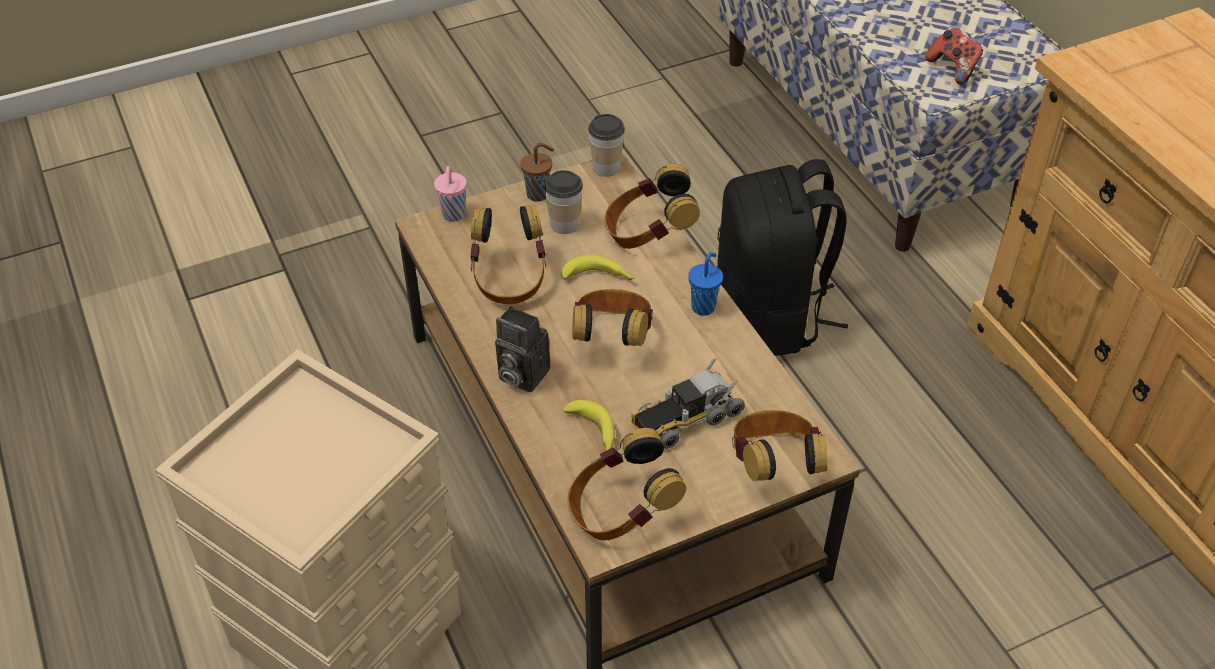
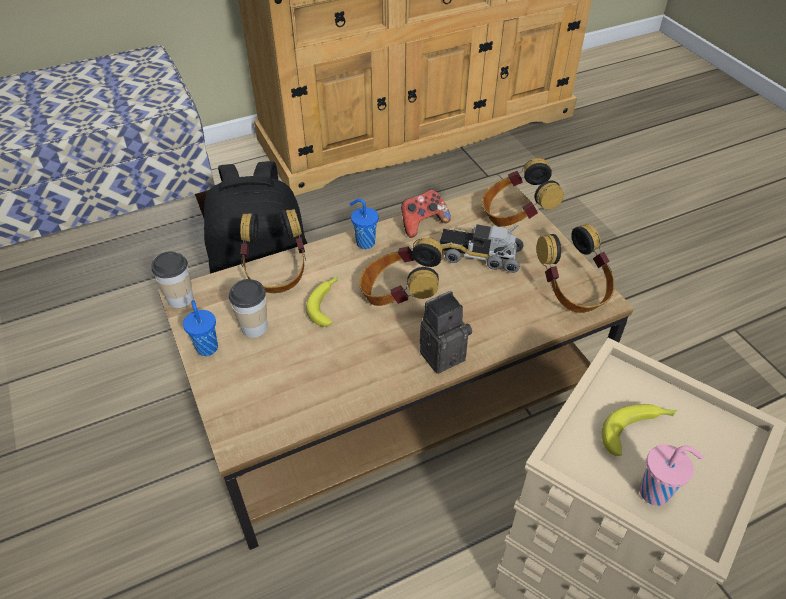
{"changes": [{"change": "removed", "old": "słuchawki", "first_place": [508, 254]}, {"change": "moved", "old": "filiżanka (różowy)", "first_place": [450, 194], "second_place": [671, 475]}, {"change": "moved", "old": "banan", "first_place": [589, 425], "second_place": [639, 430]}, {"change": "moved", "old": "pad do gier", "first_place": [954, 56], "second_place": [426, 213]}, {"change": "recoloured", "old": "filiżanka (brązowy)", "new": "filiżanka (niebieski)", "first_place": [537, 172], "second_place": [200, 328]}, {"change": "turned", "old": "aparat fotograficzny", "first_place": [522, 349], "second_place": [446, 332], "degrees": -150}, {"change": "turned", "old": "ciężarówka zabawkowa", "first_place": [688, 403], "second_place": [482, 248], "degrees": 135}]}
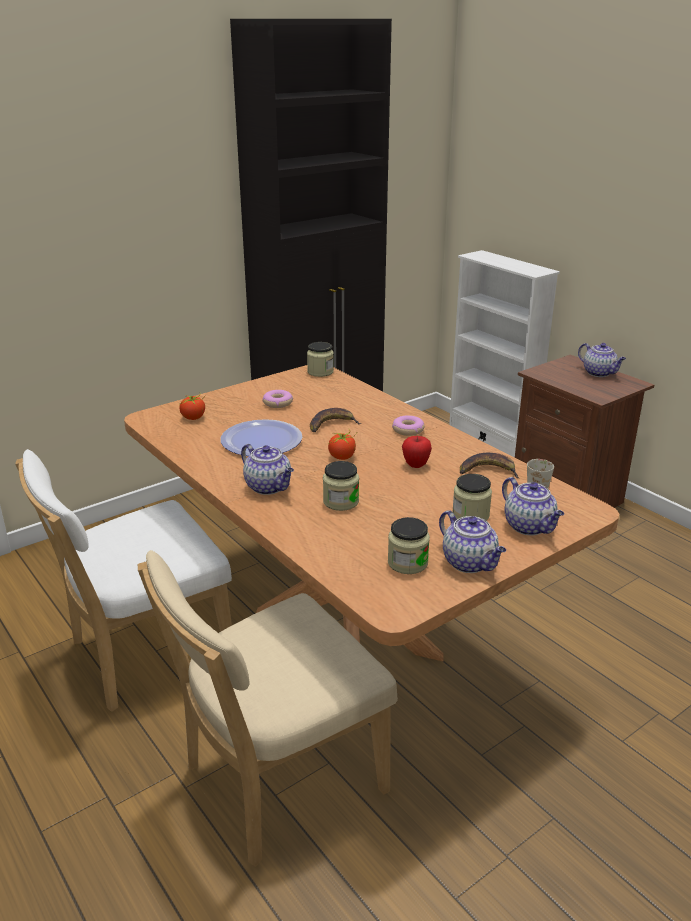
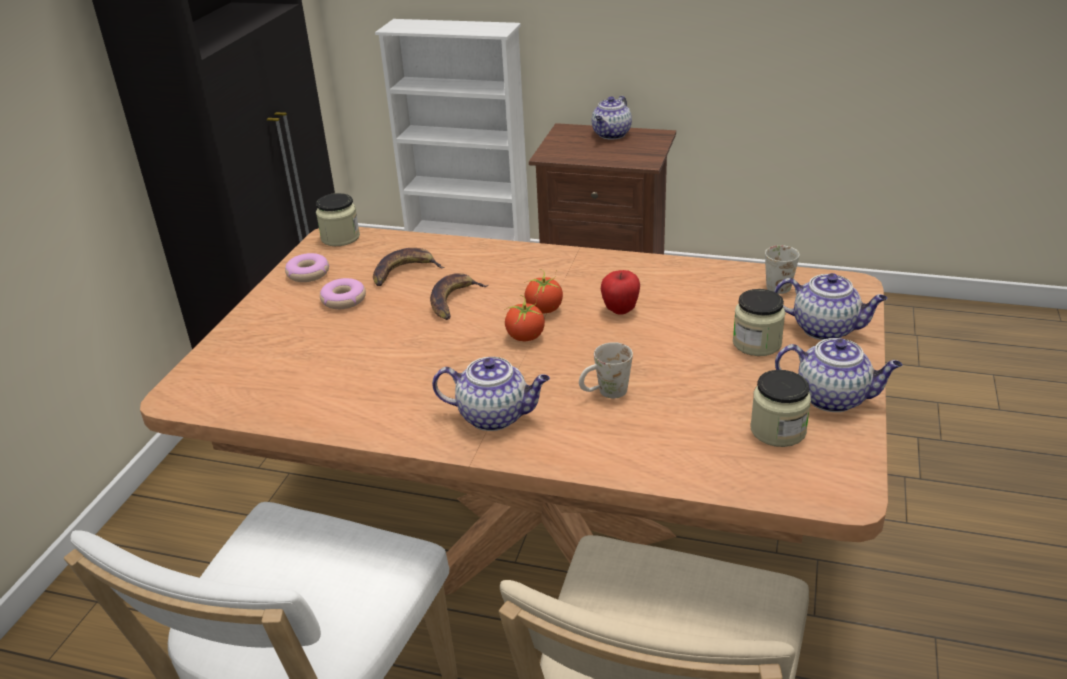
{"changes": [{"change": "removed", "old": "talerz", "first_place": [261, 437]}, {"change": "moved", "old": "pomidor", "first_place": [192, 406], "second_place": [543, 291]}, {"change": "moved", "old": "donut", "first_place": [408, 425], "second_place": [307, 267]}, {"change": "moved", "old": "banan", "first_place": [489, 465], "second_place": [409, 267]}, {"change": "replaced", "old": "słoik", "new": "kubek (biały)", "first_place": [341, 486], "second_place": [606, 370]}, {"change": "turned", "old": "imbryk", "first_place": [602, 360], "second_place": [612, 117], "degrees": 105}]}
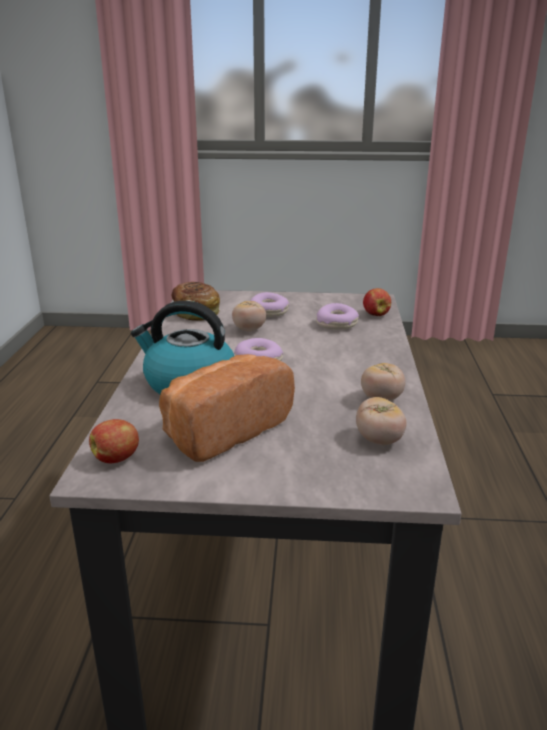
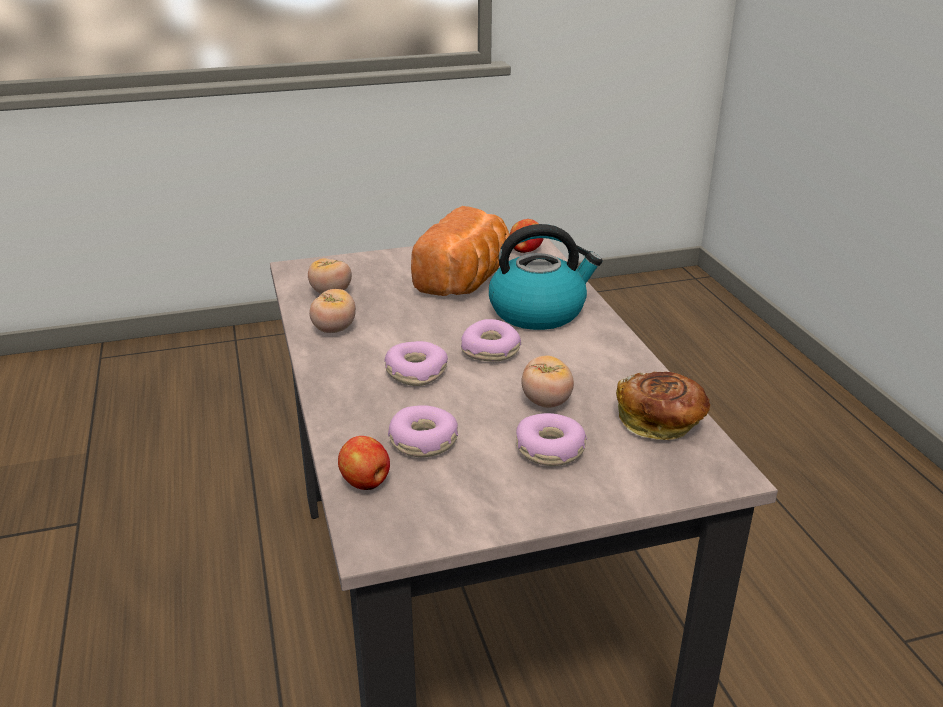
{"changes": [{"change": "added", "new": "donut", "second_place": [416, 363]}]}
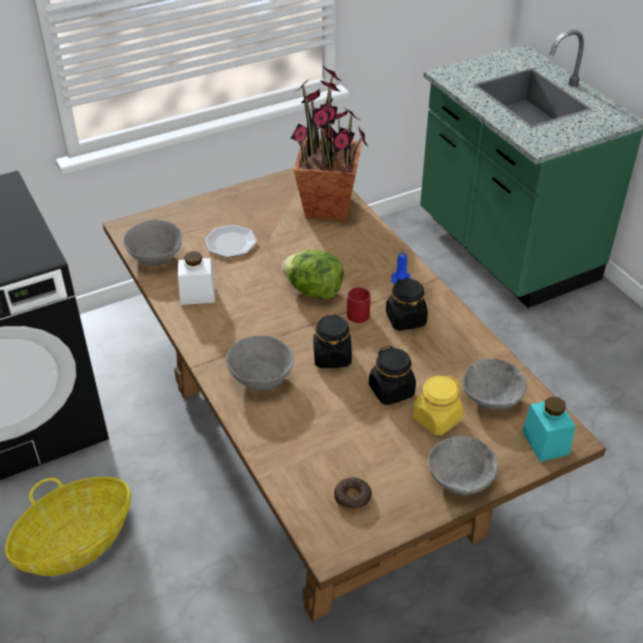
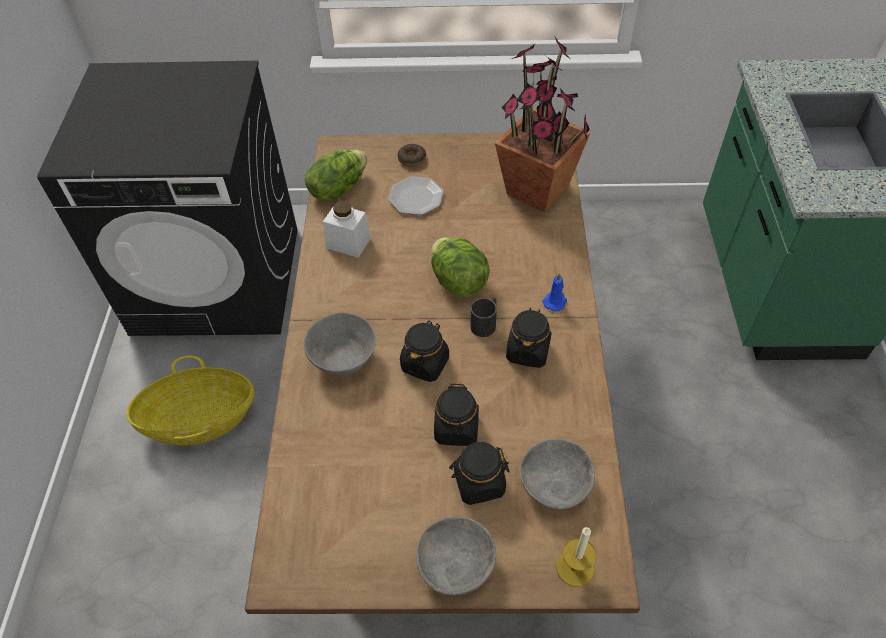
{"changes": [{"change": "moved", "old": "donut", "first_place": [353, 494], "second_place": [412, 155]}, {"change": "replaced", "old": "miska (szary)", "new": "sałata", "first_place": [152, 243], "second_place": [336, 175]}, {"change": "replaced", "old": "słoik (turkusowy)", "new": "świeca", "first_place": [548, 429], "second_place": [576, 557]}, {"change": "recoloured", "old": "kubek (czerwony)", "new": "kubek (czarny)", "first_place": [359, 304], "second_place": [484, 317]}, {"change": "recoloured", "old": "słoik (żółty)", "new": "słoik (czarny)", "first_place": [438, 405], "second_place": [479, 473]}]}
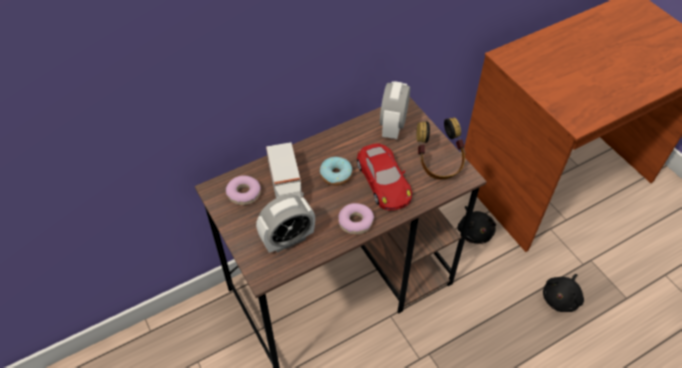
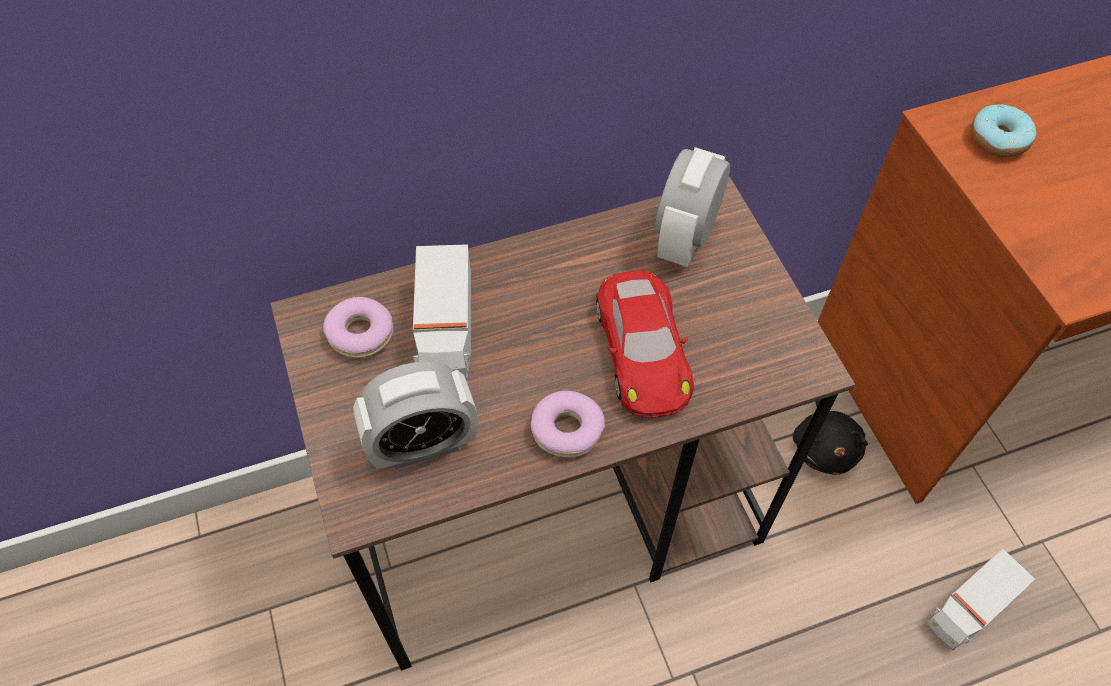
{"changes": [{"change": "removed", "old": "słuchawki", "first_place": [441, 149]}, {"change": "moved", "old": "donut", "first_place": [336, 171], "second_place": [1004, 131]}, {"change": "replaced", "old": "pluszak (czarny)", "new": "ciężarówka zabawkowa", "first_place": [563, 293], "second_place": [980, 599]}]}
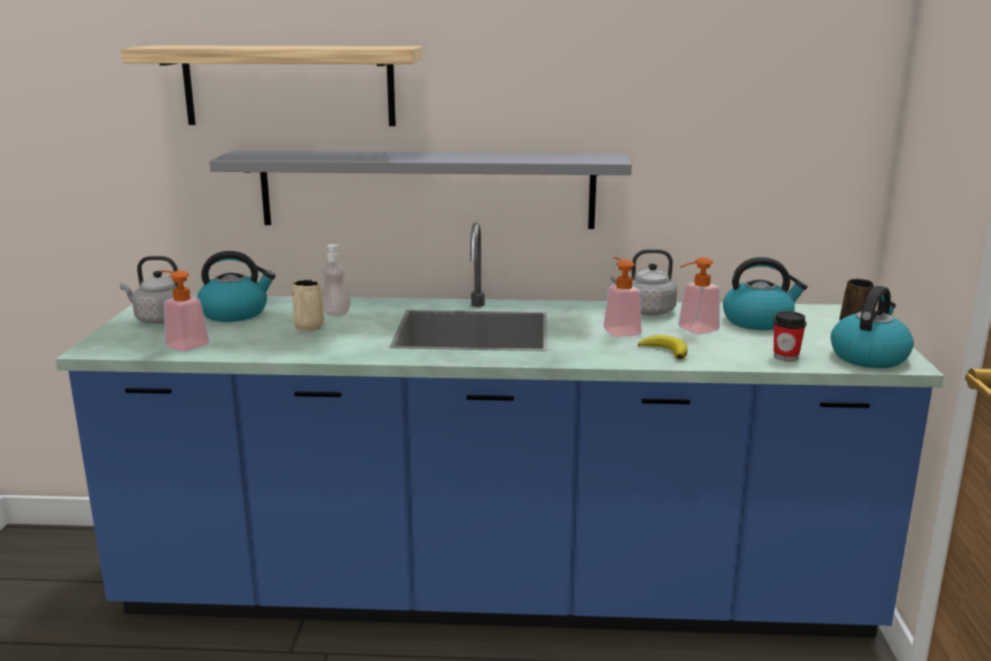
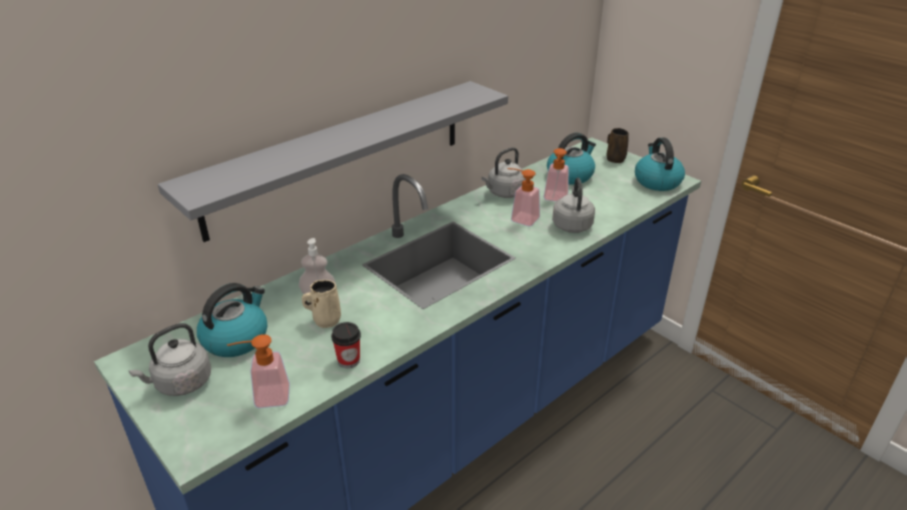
{"changes": [{"change": "removed", "old": "półka", "first_place": [272, 85]}, {"change": "moved", "old": "filiżanka", "first_place": [789, 336], "second_place": [346, 345]}, {"change": "replaced", "old": "banan", "new": "czajnik (szary)", "first_place": [663, 347], "second_place": [573, 205]}]}
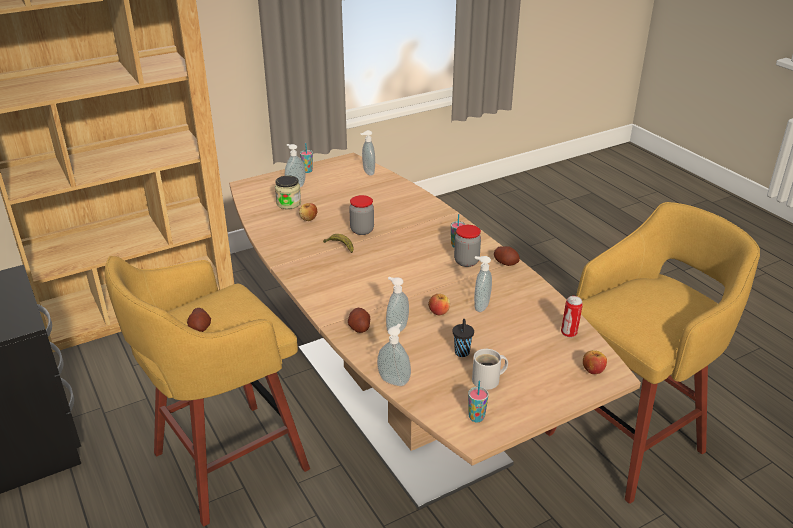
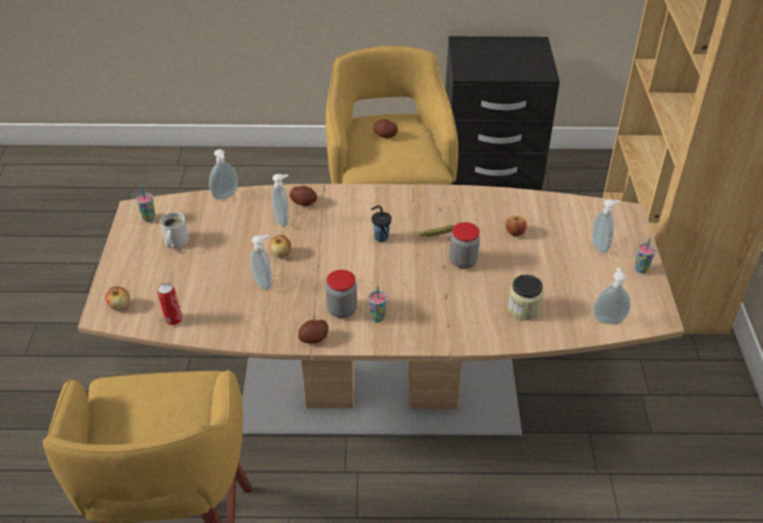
{"changes": [{"change": "moved", "old": "słoik", "first_place": [288, 192], "second_place": [526, 297]}, {"change": "moved", "old": "filiżanka (czarny)", "first_place": [463, 338], "second_place": [381, 223]}]}
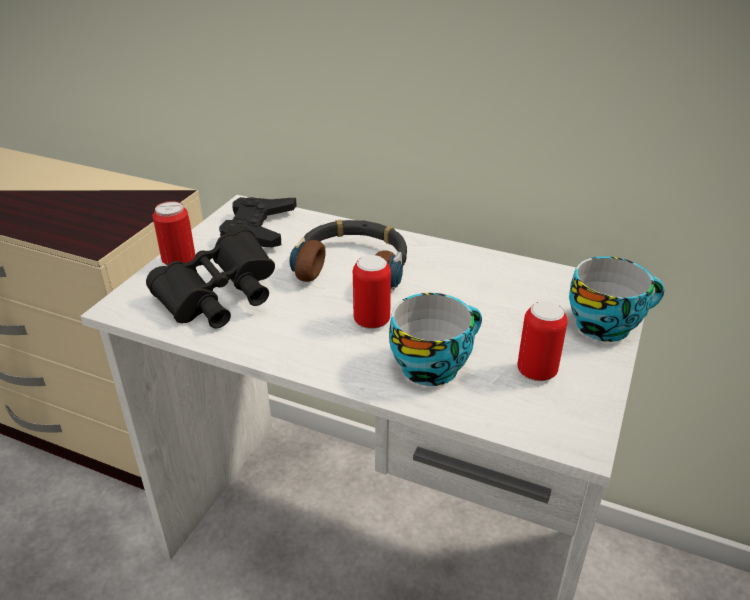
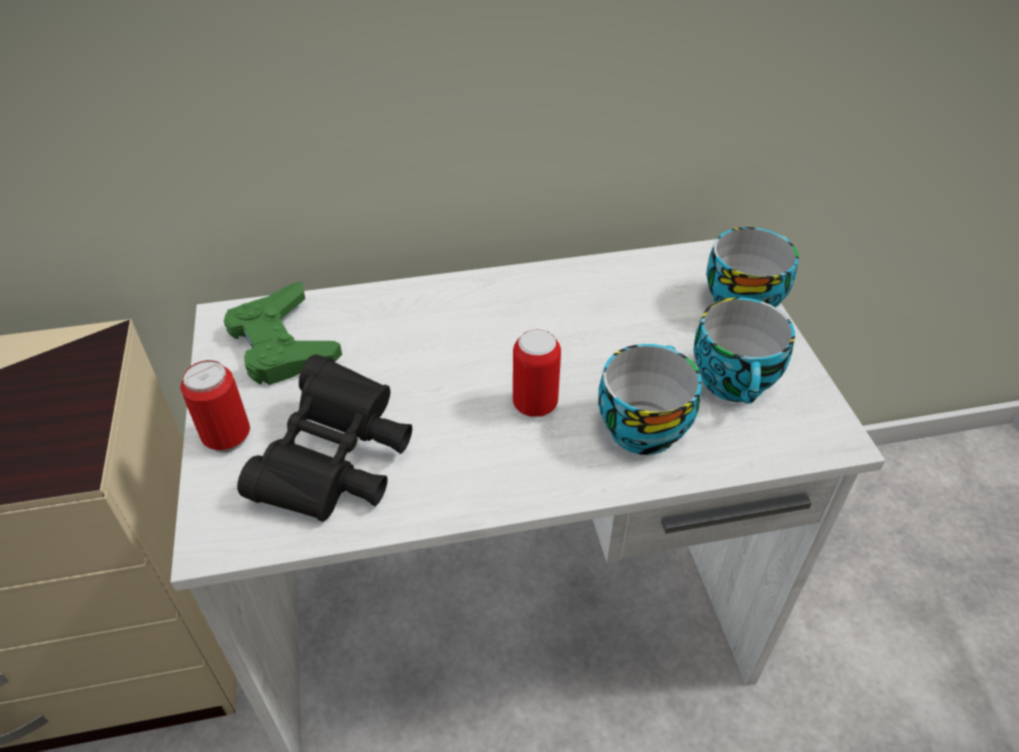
{"changes": [{"change": "removed", "old": "słuchawki", "first_place": [348, 255]}, {"change": "replaced", "old": "puszka", "new": "filiżanka", "first_place": [542, 341], "second_place": [744, 350]}, {"change": "recoloured", "old": "pad do gier (czarny)", "new": "pad do gier (zielony)", "first_place": [258, 222], "second_place": [283, 333]}]}
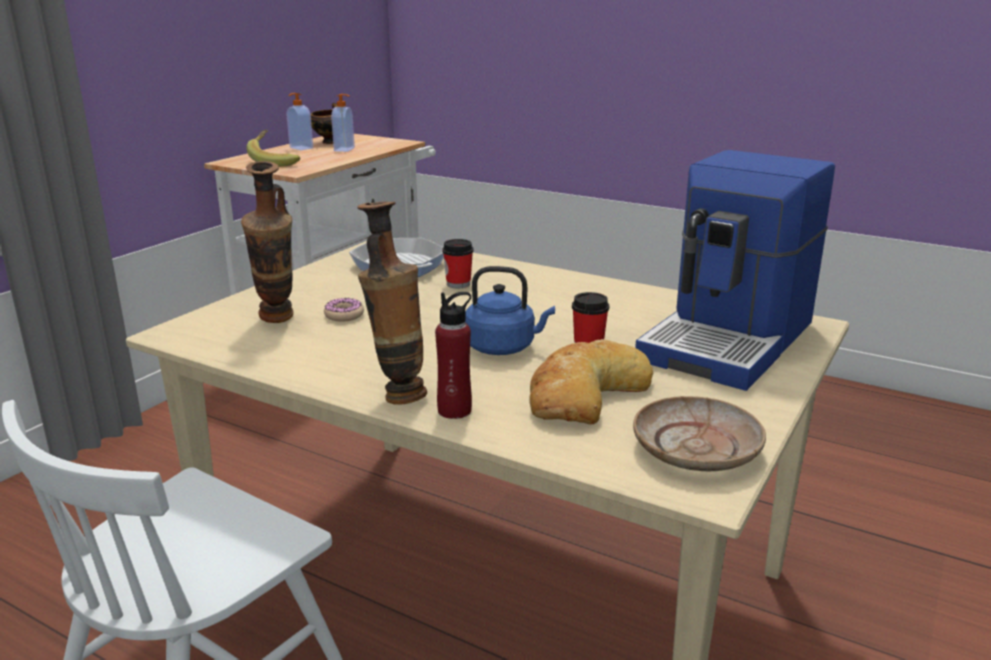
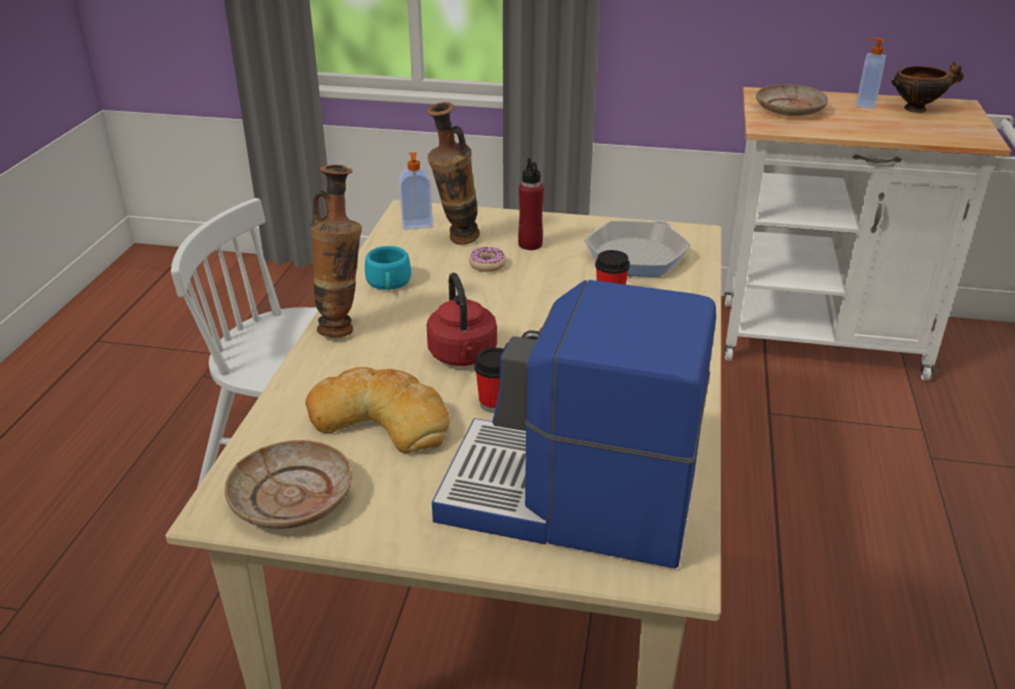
{"changes": [{"change": "added", "new": "filiżanka (turkusowy)", "second_place": [388, 268]}, {"change": "moved", "old": "dozownik mydła", "first_place": [343, 123], "second_place": [416, 191]}, {"change": "moved", "old": "butelka (czerwony)", "first_place": [453, 355], "second_place": [531, 204]}, {"change": "replaced", "old": "banan", "new": "talerz (beżowy)", "first_place": [273, 148], "second_place": [792, 100]}, {"change": "recoloured", "old": "czajnik (niebieski)", "new": "czajnik (czerwony)", "first_place": [510, 310], "second_place": [462, 319]}]}
